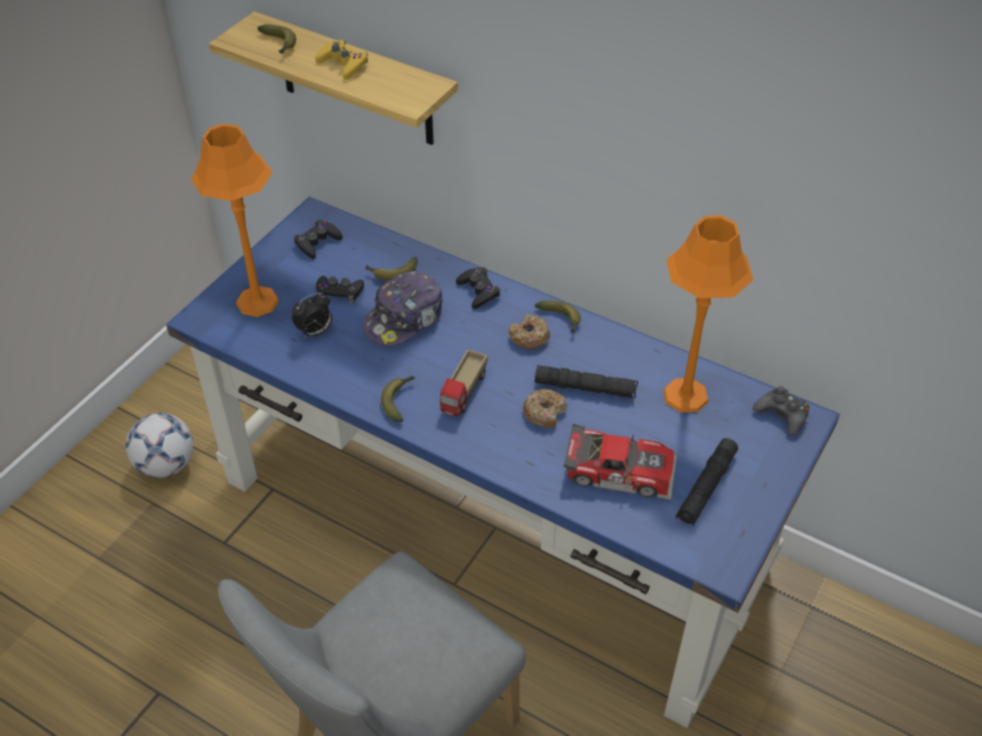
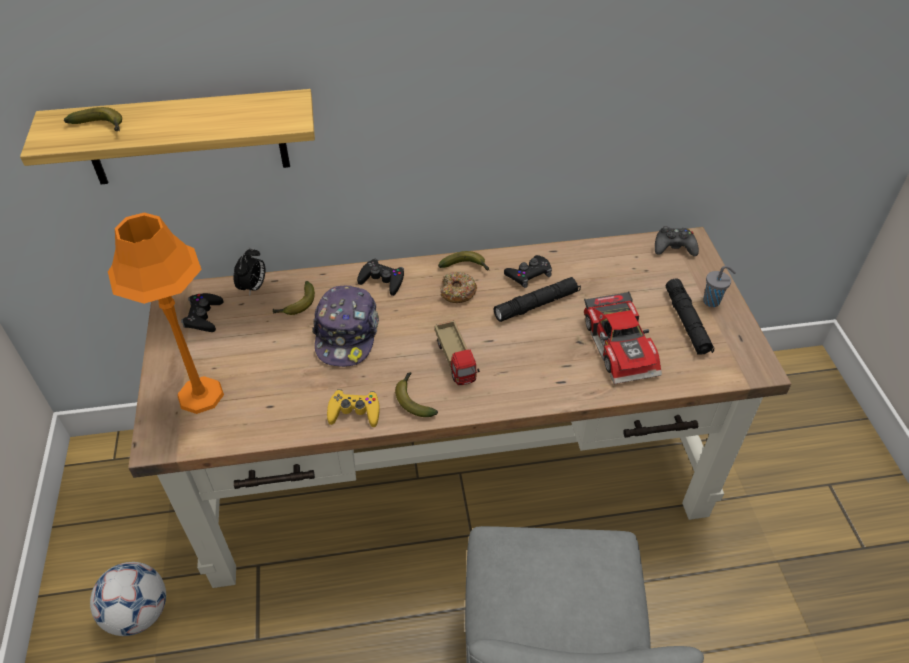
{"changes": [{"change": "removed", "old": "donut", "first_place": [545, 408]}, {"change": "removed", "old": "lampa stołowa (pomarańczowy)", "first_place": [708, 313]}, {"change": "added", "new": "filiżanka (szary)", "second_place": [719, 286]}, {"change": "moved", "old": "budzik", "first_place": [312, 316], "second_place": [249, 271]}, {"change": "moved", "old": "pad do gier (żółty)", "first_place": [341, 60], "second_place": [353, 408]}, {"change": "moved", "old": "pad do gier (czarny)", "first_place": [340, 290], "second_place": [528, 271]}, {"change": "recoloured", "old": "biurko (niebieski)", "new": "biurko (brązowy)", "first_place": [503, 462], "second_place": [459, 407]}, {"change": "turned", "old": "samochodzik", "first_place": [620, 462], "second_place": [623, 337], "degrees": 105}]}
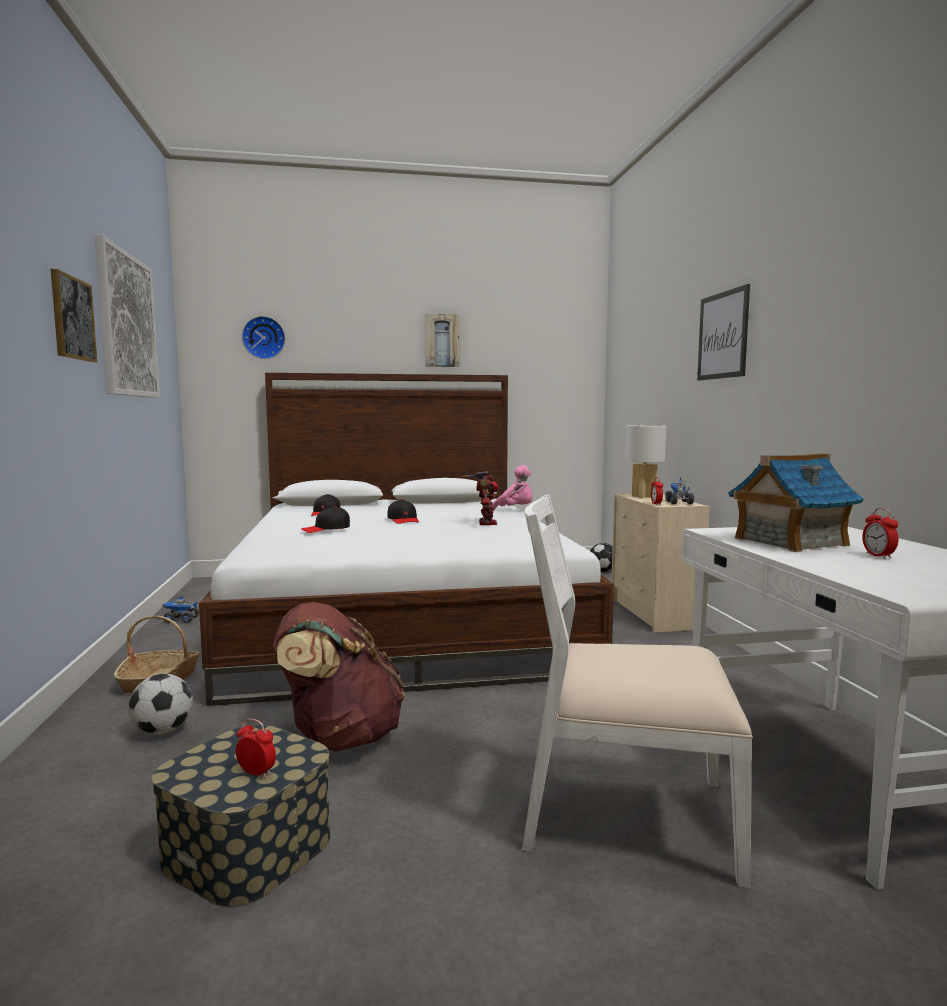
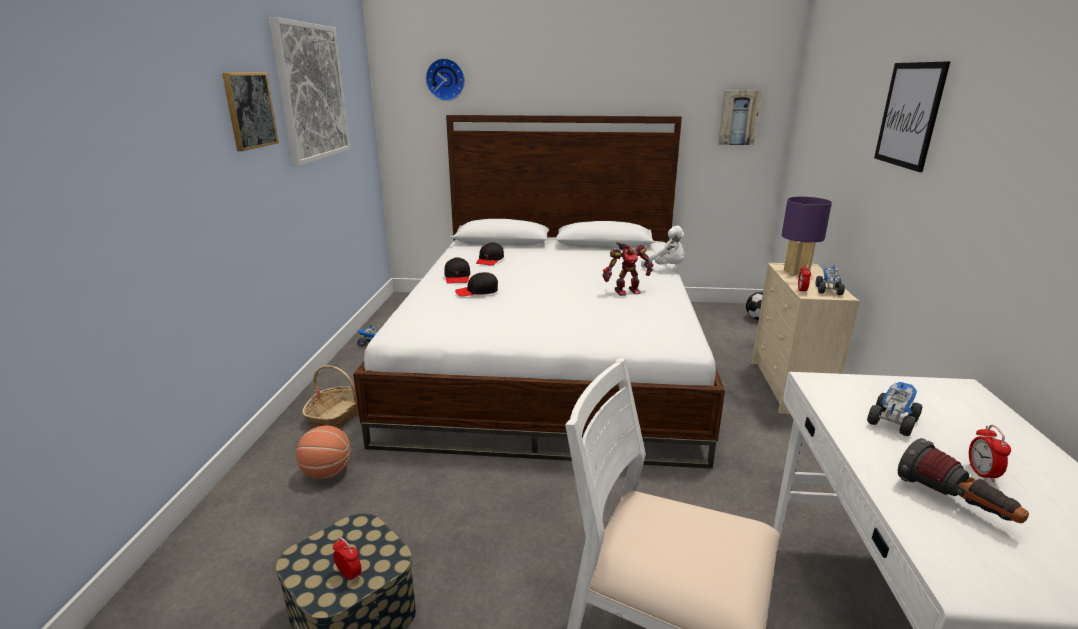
{"changes": [{"change": "removed", "old": "plecak (brązowy)", "first_place": [339, 677]}, {"change": "added", "new": "latarka", "second_place": [963, 480]}, {"change": "moved", "old": "czapka z daszkiem (czarny)", "first_place": [403, 511], "second_place": [457, 270]}, {"change": "moved", "old": "obraz", "first_place": [442, 340], "second_place": [739, 117]}, {"change": "replaced", "old": "piłka futbolowa", "new": "piłka do koszykówki", "first_place": [160, 704], "second_place": [323, 452]}, {"change": "replaced", "old": "domek", "new": "ciężarówka zabawkowa", "first_place": [796, 502], "second_place": [894, 409]}, {"change": "recoloured", "old": "pluszak (różowy)", "new": "pluszak (biały)", "first_place": [512, 488], "second_place": [663, 247]}, {"change": "recoloured", "old": "lampa stołowa (biały)", "new": "lampa stołowa (fioletowy)", "first_place": [646, 461], "second_place": [807, 236]}, {"change": "turned", "old": "robot zabawkowy", "first_place": [480, 498], "second_place": [627, 269], "degrees": 60}]}
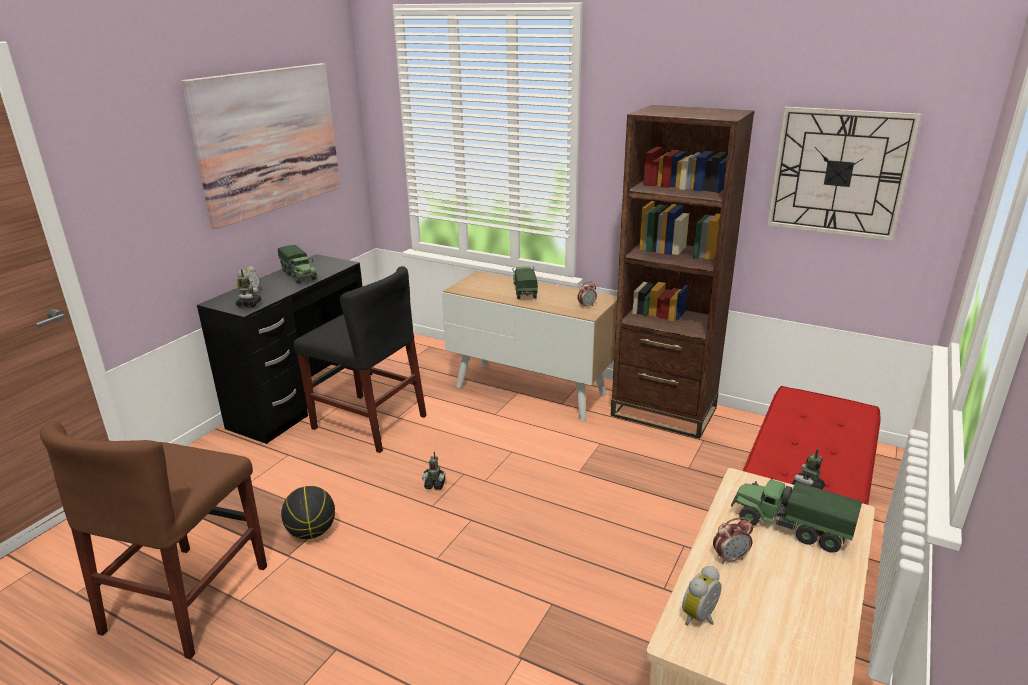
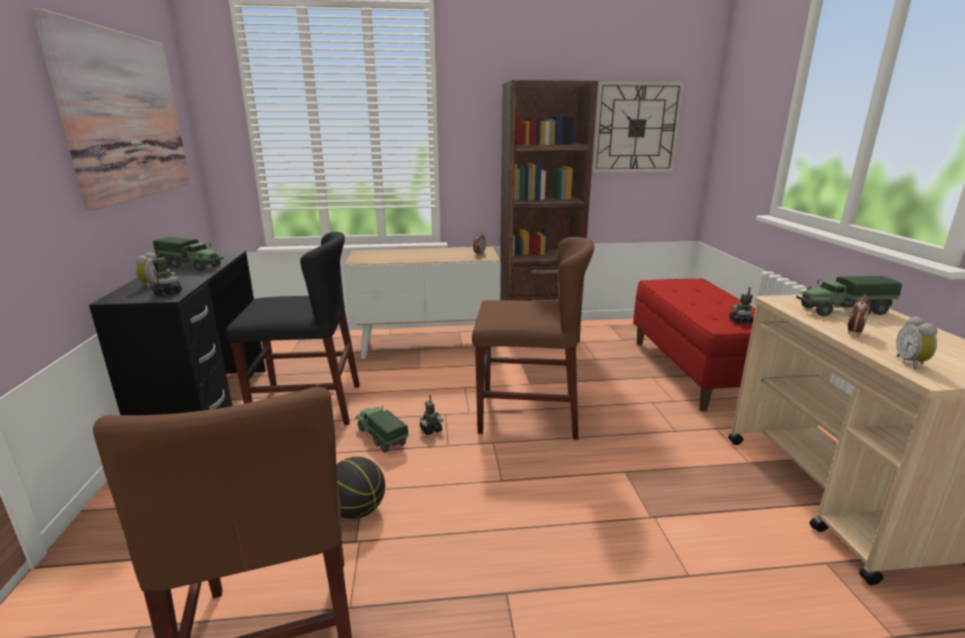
{"changes": [{"change": "added", "new": "krzesło (brązowy)", "second_place": [533, 338]}, {"change": "moved", "old": "ciężarówka zabawkowa", "first_place": [525, 282], "second_place": [381, 429]}]}
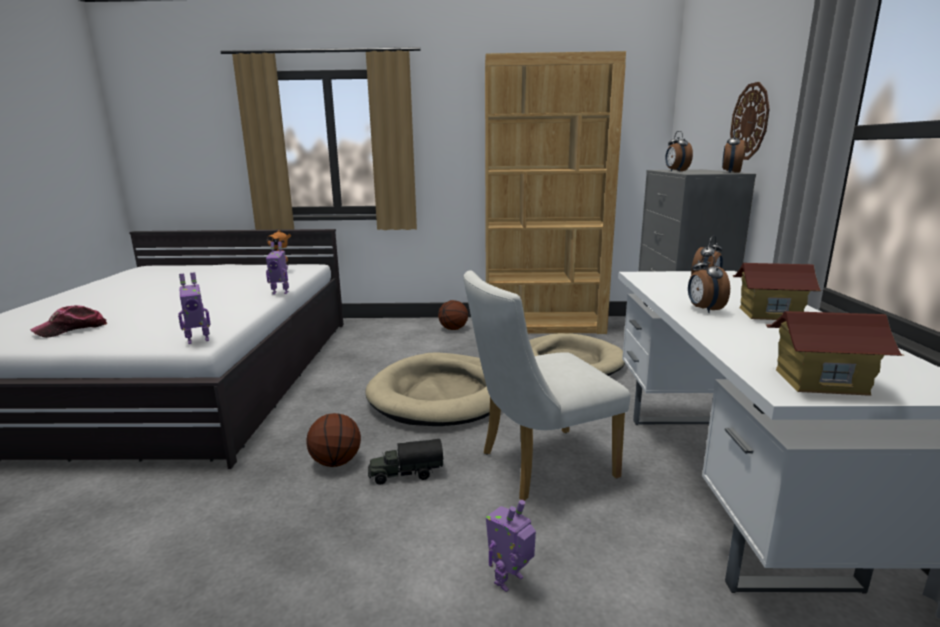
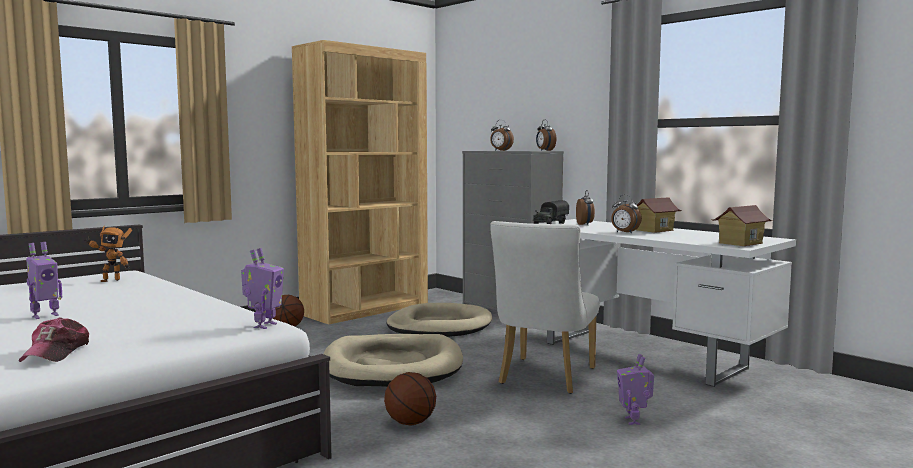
{"changes": [{"change": "removed", "old": "zegar ścienny", "first_place": [750, 121]}, {"change": "moved", "old": "robot zabawkowy", "first_place": [277, 268], "second_place": [44, 280]}, {"change": "moved", "old": "ciężarówka zabawkowa", "first_place": [405, 461], "second_place": [551, 212]}]}
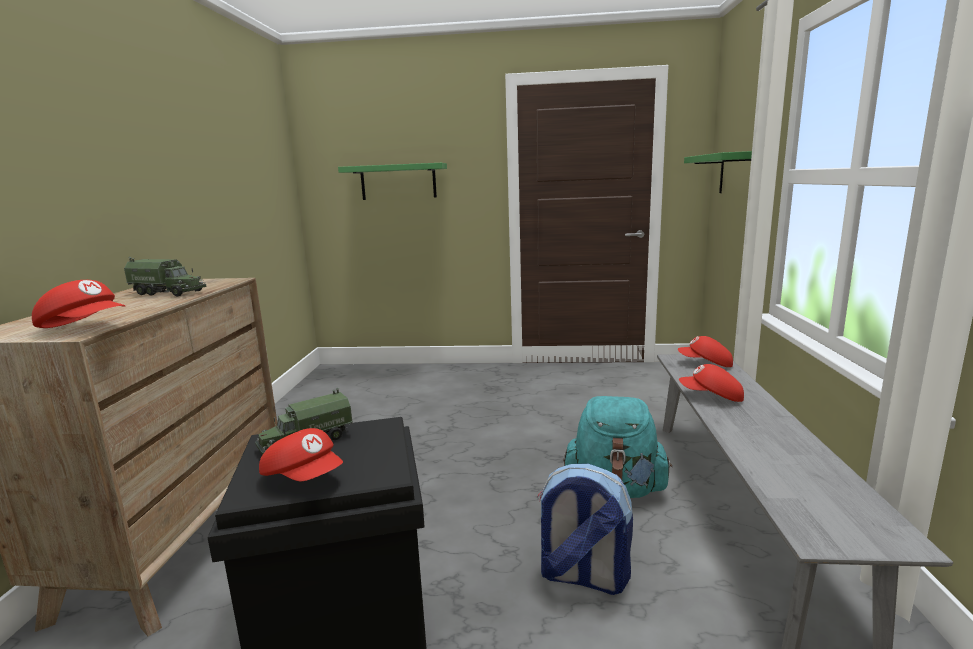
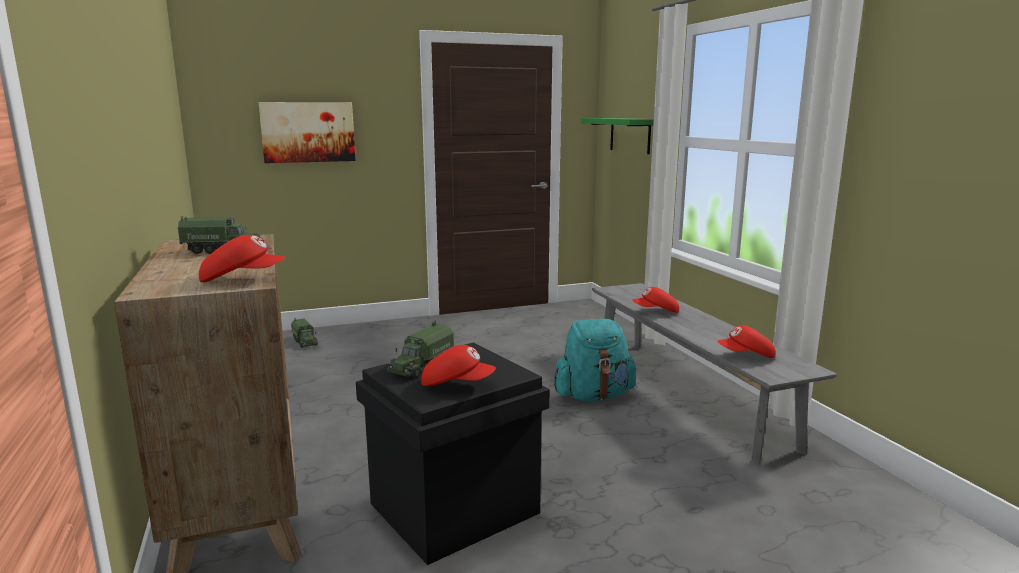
{"changes": [{"change": "removed", "old": "plecak", "first_place": [585, 529]}, {"change": "added", "new": "ciężarówka zabawkowa", "second_place": [304, 333]}, {"change": "moved", "old": "czapka z daszkiem (czerwony)", "first_place": [705, 351], "second_place": [746, 341]}, {"change": "replaced", "old": "półka (zielony)", "new": "obraz", "first_place": [392, 181], "second_place": [307, 132]}]}
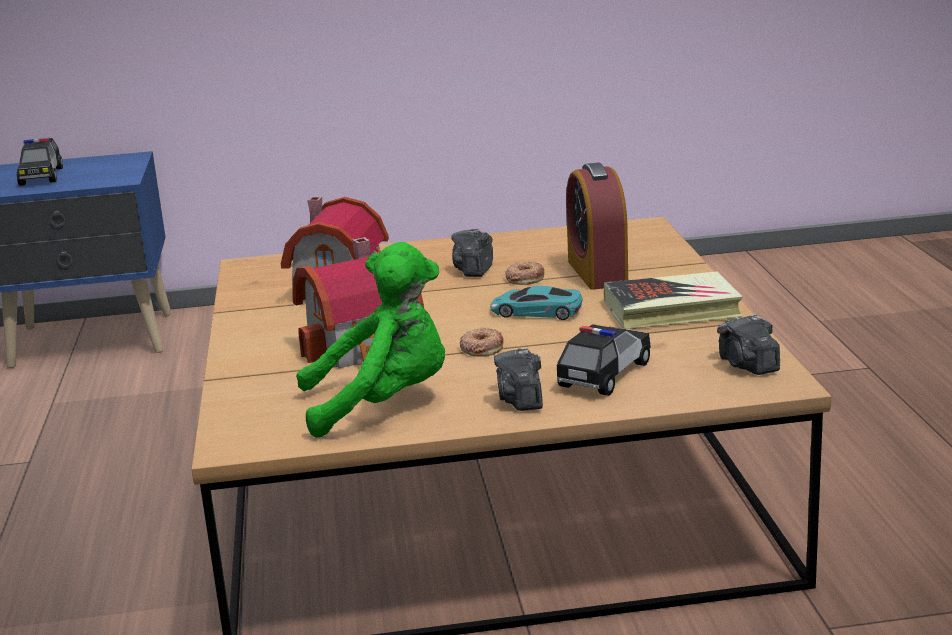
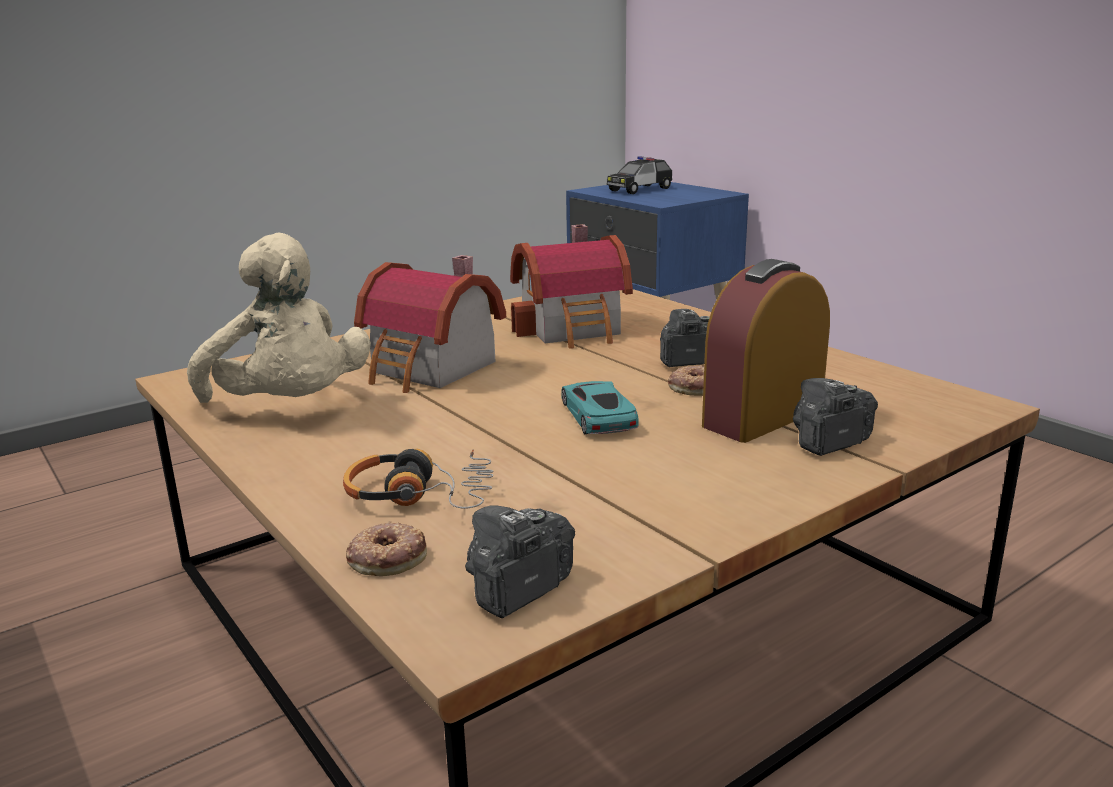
{"changes": [{"change": "removed", "old": "książka", "first_place": [673, 300]}, {"change": "moved", "old": "donut", "first_place": [481, 342], "second_place": [386, 548]}, {"change": "moved", "old": "aparat fotograficzny", "first_place": [518, 379], "second_place": [835, 417]}, {"change": "replaced", "old": "samochodzik", "new": "słuchawki", "first_place": [604, 360], "second_place": [418, 478]}, {"change": "recoloured", "old": "pluszak (zielony)", "new": "pluszak (beżowy)", "first_place": [370, 340], "second_place": [279, 318]}]}
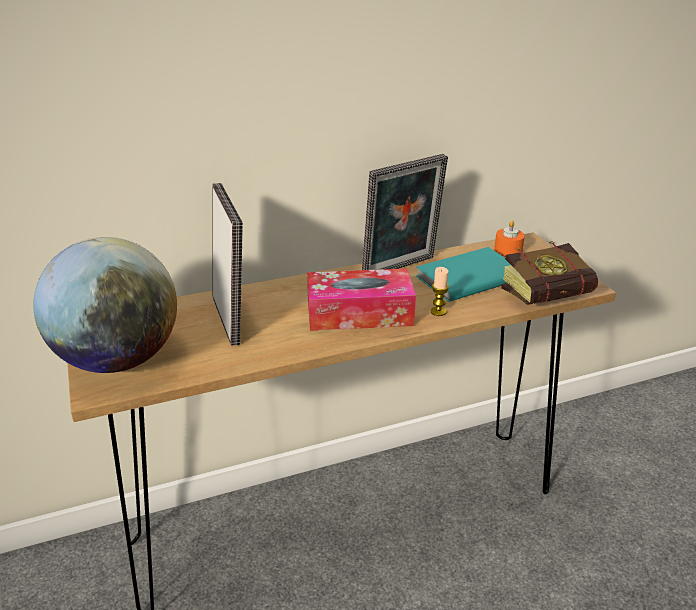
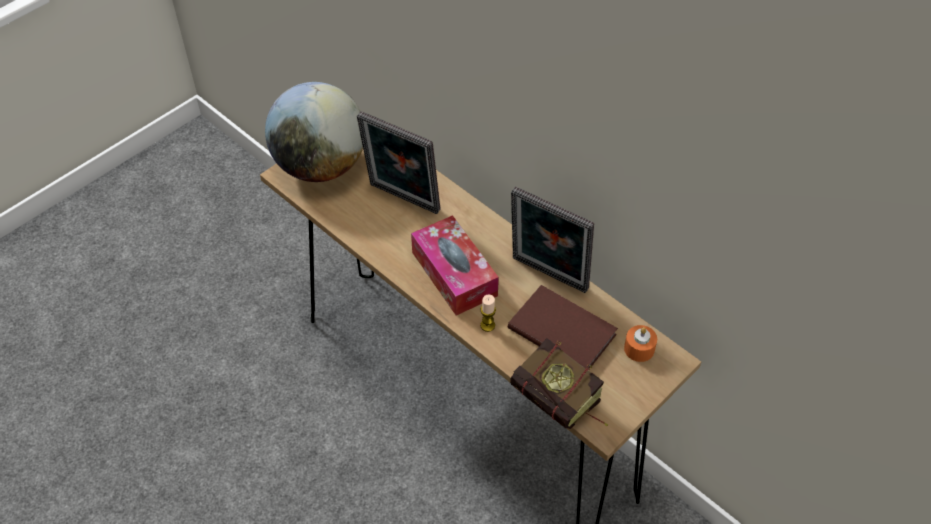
{"changes": [{"change": "recoloured", "old": "książka (turkusowy)", "new": "książka (brązowy)", "first_place": [463, 274], "second_place": [563, 328]}, {"change": "turned", "old": "ramka na zdjęcie", "first_place": [227, 264], "second_place": [398, 162], "degrees": 75}]}
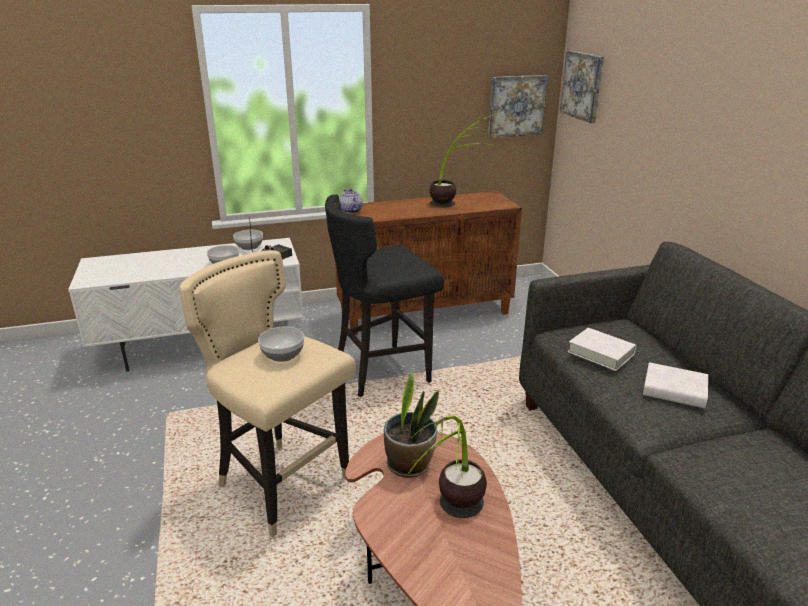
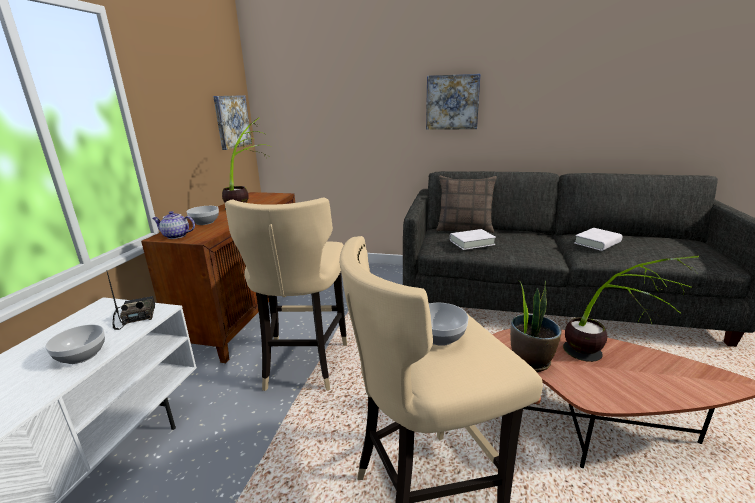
{"changes": [{"change": "added", "new": "poduszka", "second_place": [466, 204]}, {"change": "moved", "old": "miska", "first_place": [248, 240], "second_place": [202, 215]}, {"change": "moved", "old": "obraz", "first_place": [582, 87], "second_place": [453, 102]}, {"change": "moved", "old": "książka (biały)", "first_place": [675, 385], "second_place": [598, 239]}, {"change": "recoloured", "old": "stołek (czarny)", "new": "stołek (beżowy)", "first_place": [384, 295], "second_place": [286, 294]}]}
